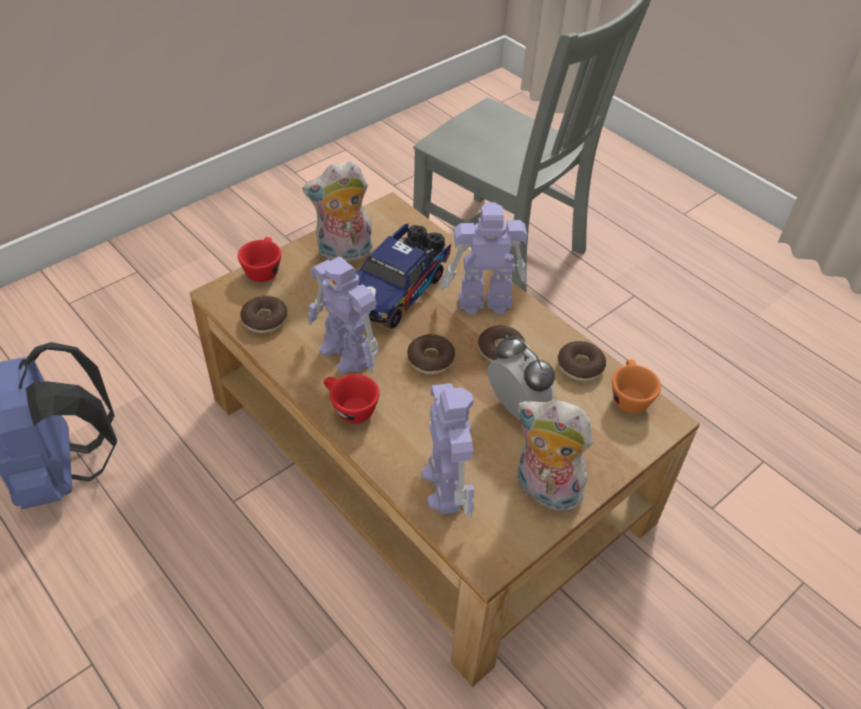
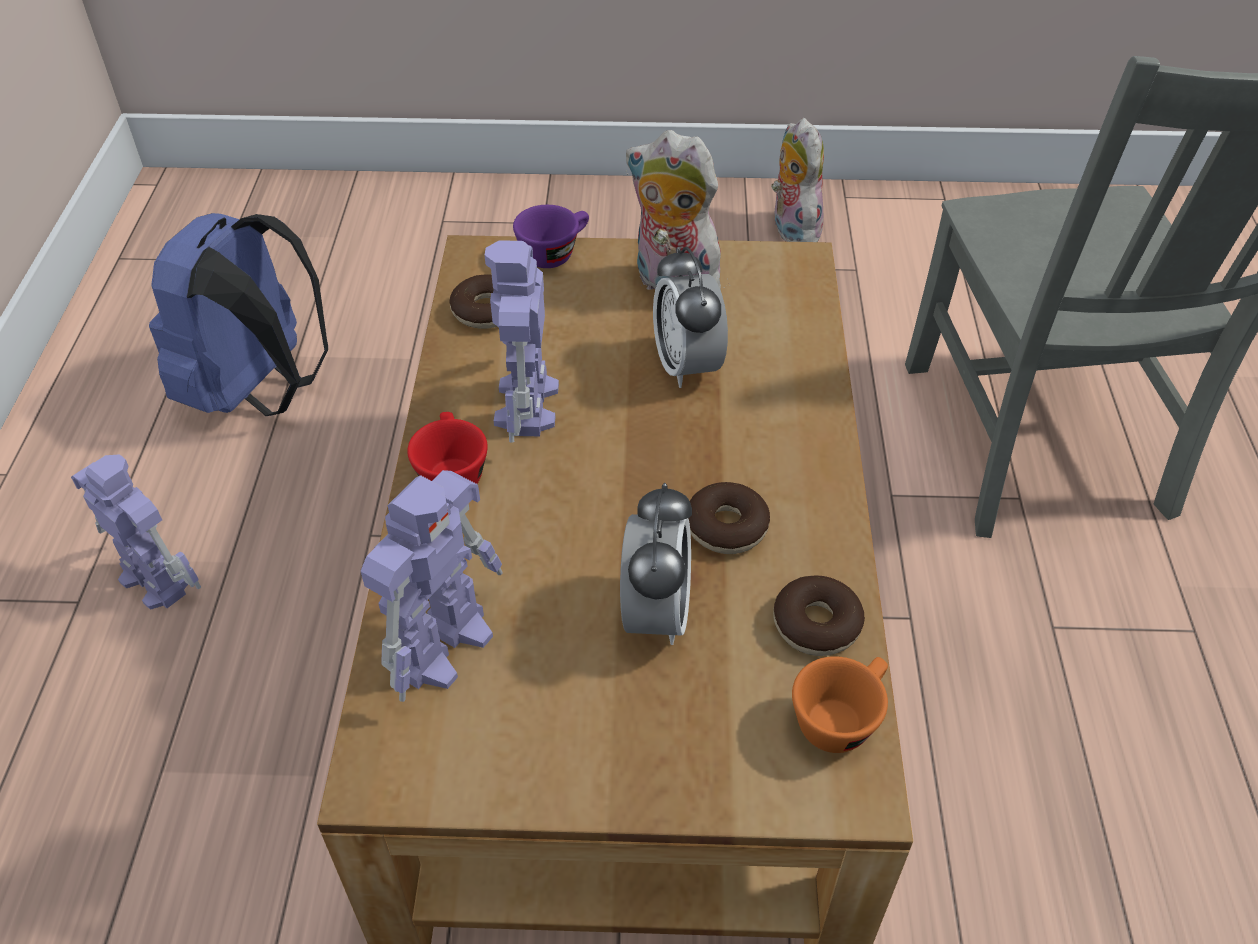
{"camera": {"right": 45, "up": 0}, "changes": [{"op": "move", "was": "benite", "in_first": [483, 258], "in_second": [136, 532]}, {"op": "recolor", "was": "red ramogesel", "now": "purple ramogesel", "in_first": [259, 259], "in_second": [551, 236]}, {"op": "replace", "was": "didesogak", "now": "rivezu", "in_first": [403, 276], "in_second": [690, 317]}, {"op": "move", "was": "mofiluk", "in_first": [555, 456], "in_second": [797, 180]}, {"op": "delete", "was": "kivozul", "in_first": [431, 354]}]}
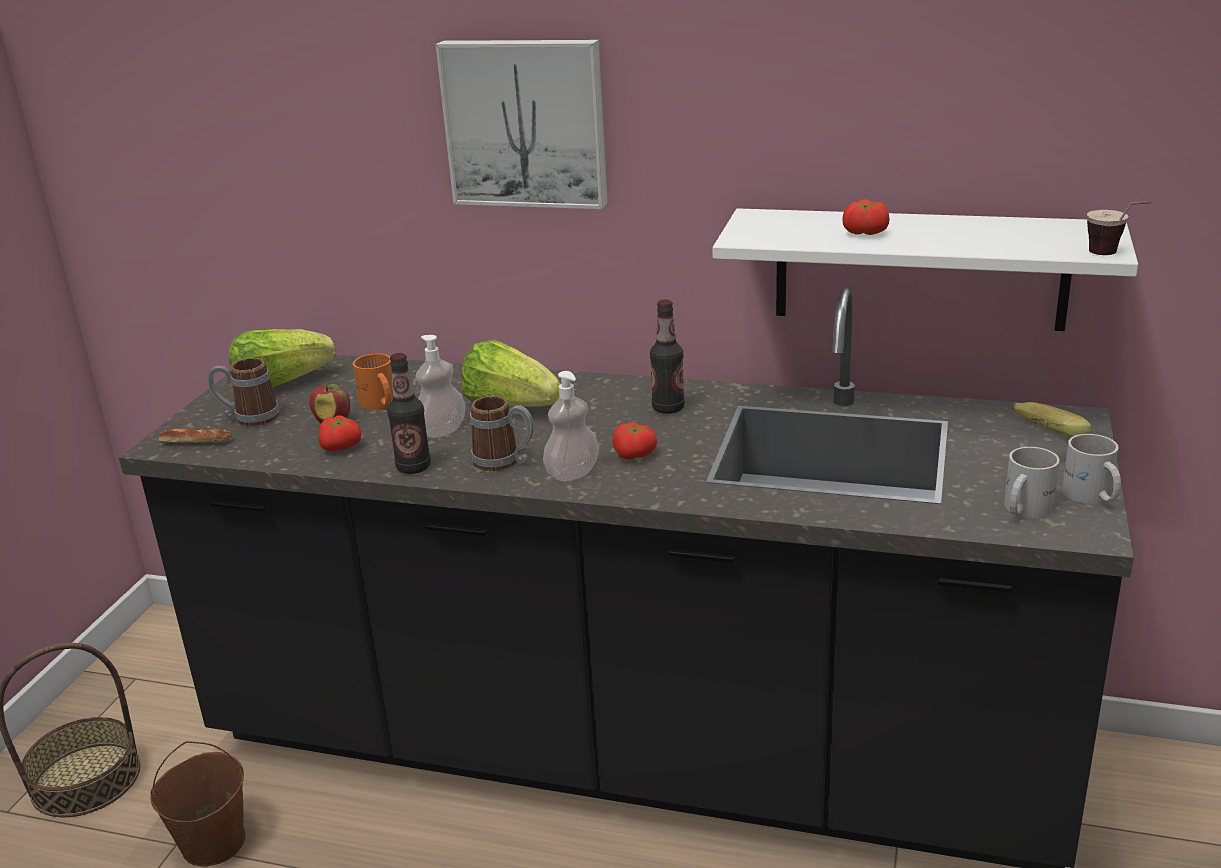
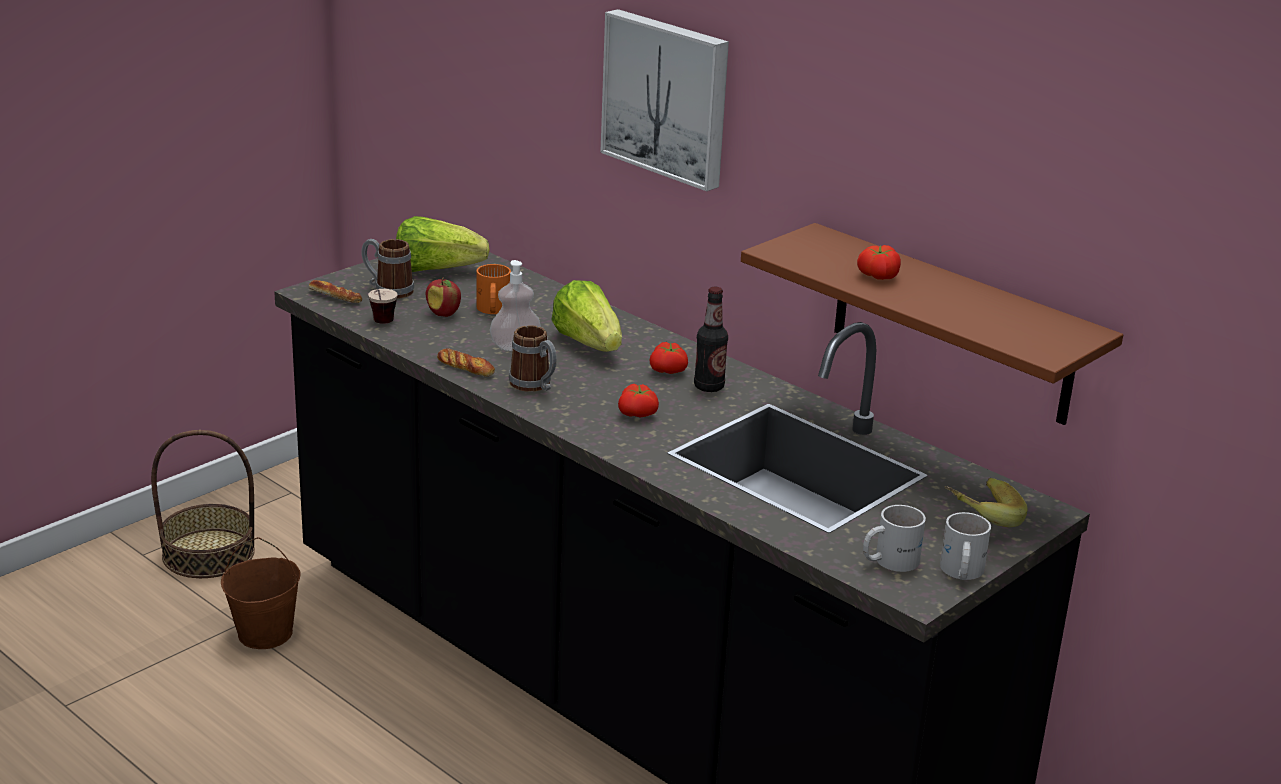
{"camera": {"right": 25, "up": 0}, "changes": [{"op": "move", "was": "ramogesel", "in_first": [1119, 228], "in_second": [383, 306]}, {"op": "replace", "was": "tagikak", "now": "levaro", "in_first": [409, 413], "in_second": [466, 363]}, {"op": "move", "was": "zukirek", "in_first": [339, 433], "in_second": [668, 358]}, {"op": "recolor", "was": "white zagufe", "now": "brown zagufe", "in_first": [925, 269], "in_second": [932, 324]}, {"op": "delete", "was": "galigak", "in_first": [571, 426]}]}
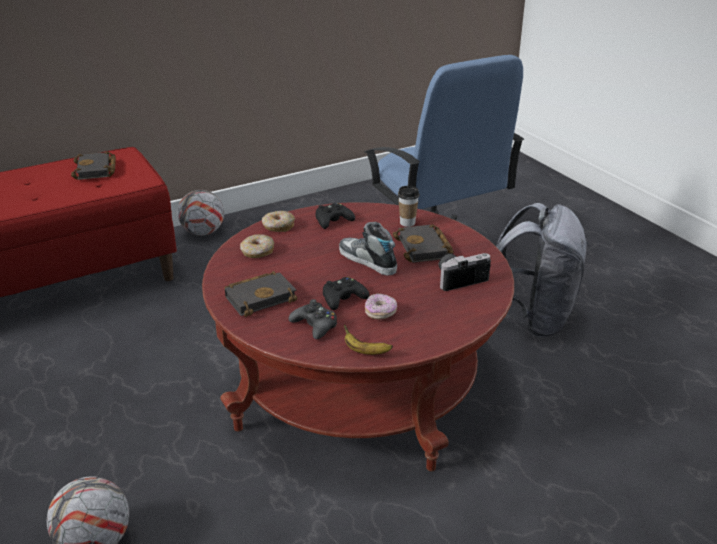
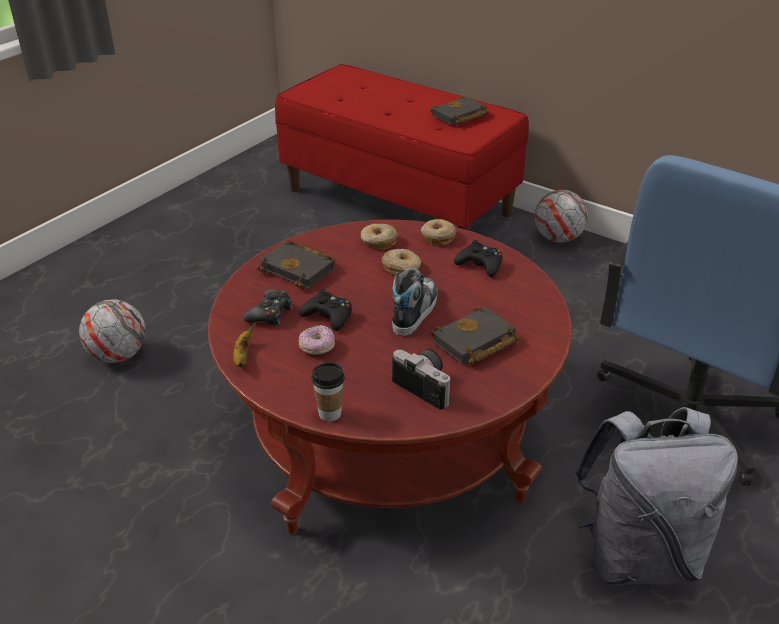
{"camera": {"right": 65, "up": 5}, "changes": [{"op": "move", "was": "ramogesel", "in_first": [408, 206], "in_second": [328, 391]}, {"op": "insert", "now": "kivozul", "in_second": [401, 262]}]}
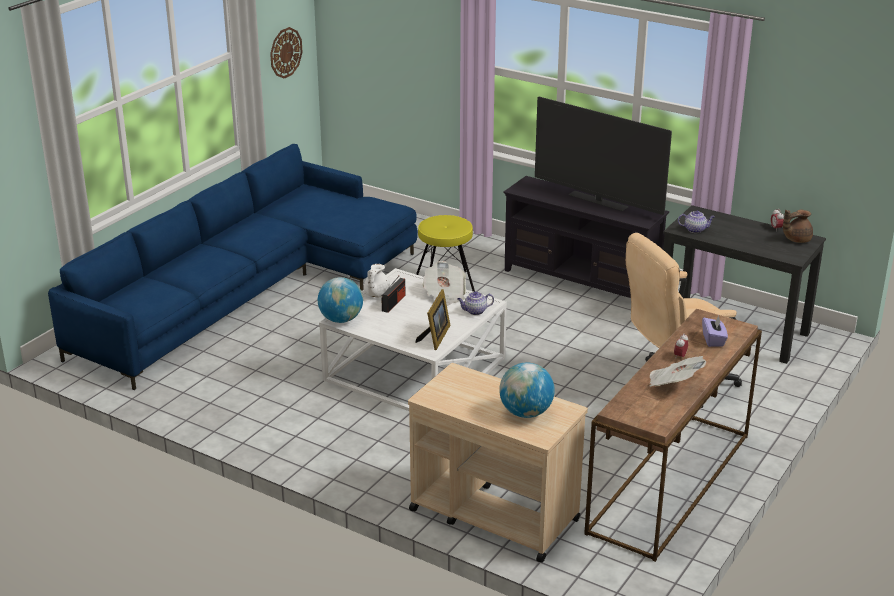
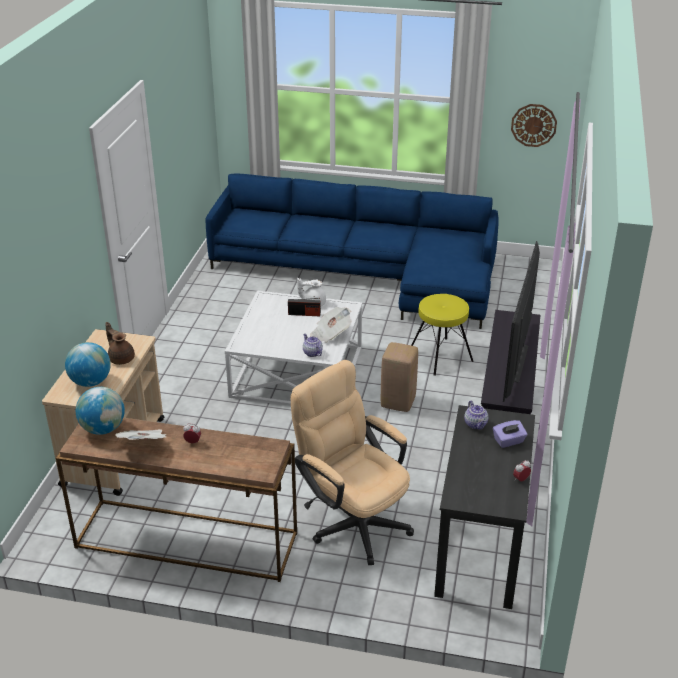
{"camera": {"right": 70, "up": 5}, "changes": [{"op": "move", "was": "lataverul", "in_first": [340, 300], "in_second": [100, 411]}, {"op": "move", "was": "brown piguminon", "in_first": [798, 226], "in_second": [120, 343]}, {"op": "insert", "now": "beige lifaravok", "in_second": [399, 377]}, {"op": "move", "was": "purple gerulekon", "in_first": [715, 331], "in_second": [510, 434]}, {"op": "delete", "was": "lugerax", "in_first": [432, 319]}]}
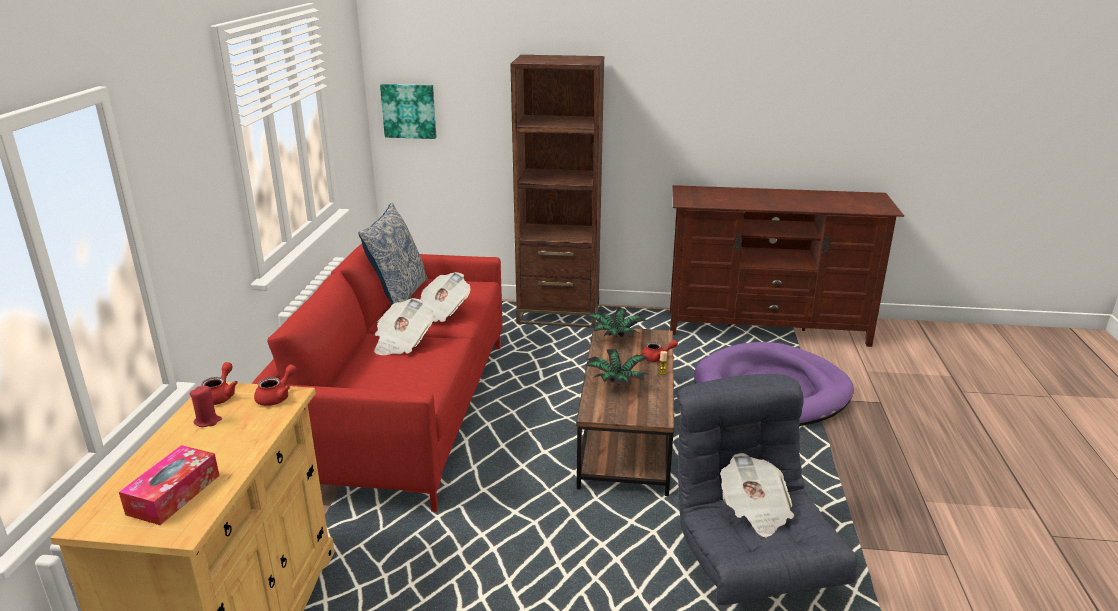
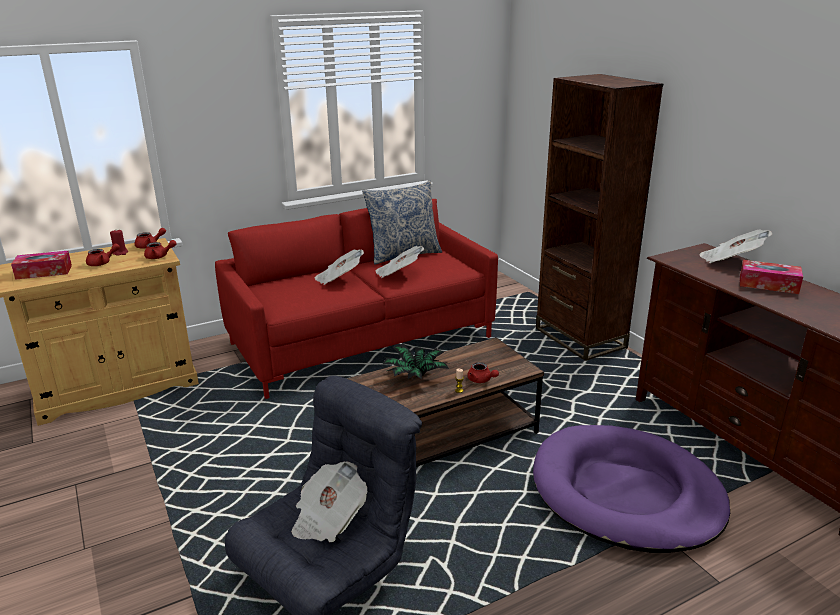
{"camera": {"right": 55, "up": 0}, "changes": [{"op": "insert", "now": "red piguminon", "in_second": [103, 254]}, {"op": "insert", "now": "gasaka", "in_second": [735, 246]}, {"op": "insert", "now": "gerulekon", "in_second": [771, 277]}, {"op": "delete", "was": "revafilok", "in_first": [408, 111]}, {"op": "delete", "was": "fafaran", "in_first": [617, 323]}]}
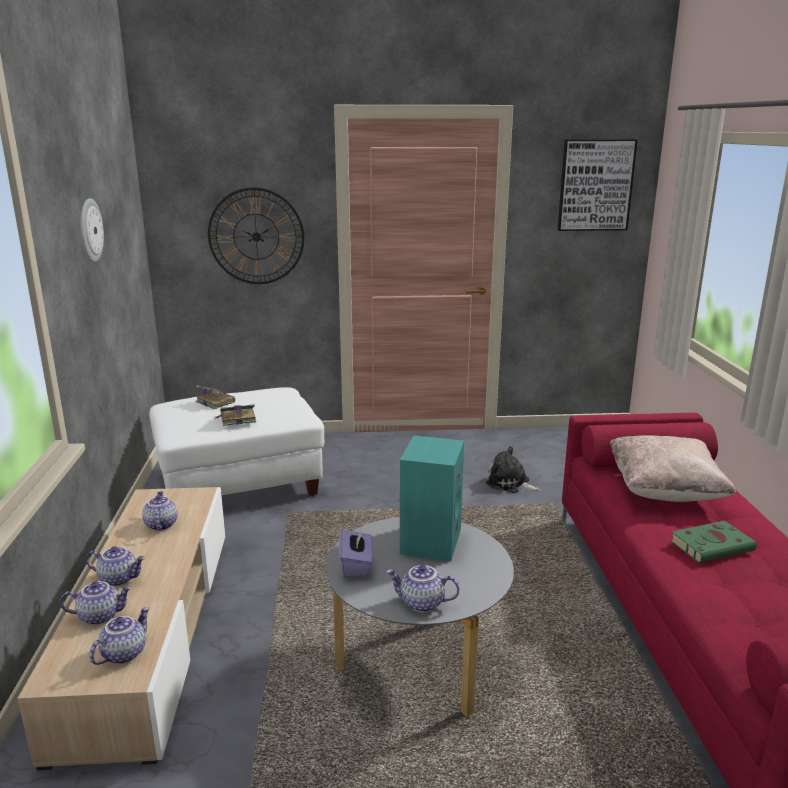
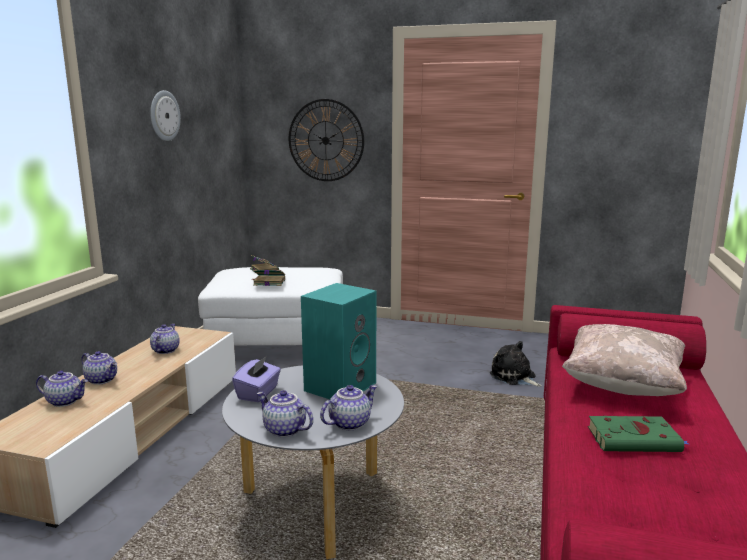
{"camera": {"right": 20, "up": -5}, "changes": [{"op": "move", "was": "piguminon", "in_first": [119, 636], "in_second": [348, 407]}, {"op": "delete", "was": "revafilok", "in_first": [598, 185]}]}
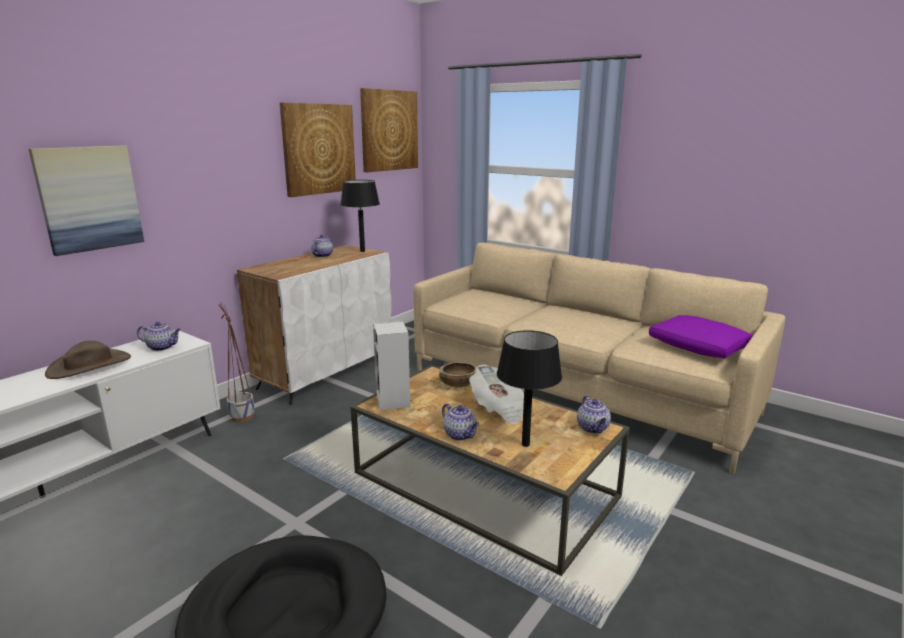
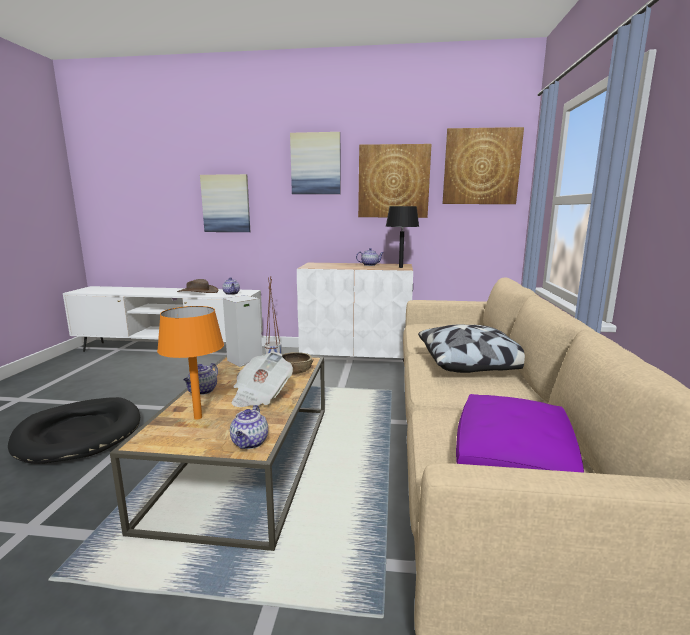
{"camera": {"right": 60, "up": -5}, "changes": [{"op": "recolor", "was": "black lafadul", "now": "orange lafadul", "in_first": [529, 388], "in_second": [190, 363]}, {"op": "rotate", "was": "piguminon", "in_first": [594, 414], "in_second": [249, 427], "clockwise": -45}, {"op": "insert", "now": "revafilok", "in_second": [315, 163]}, {"op": "insert", "now": "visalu", "in_second": [471, 349]}]}
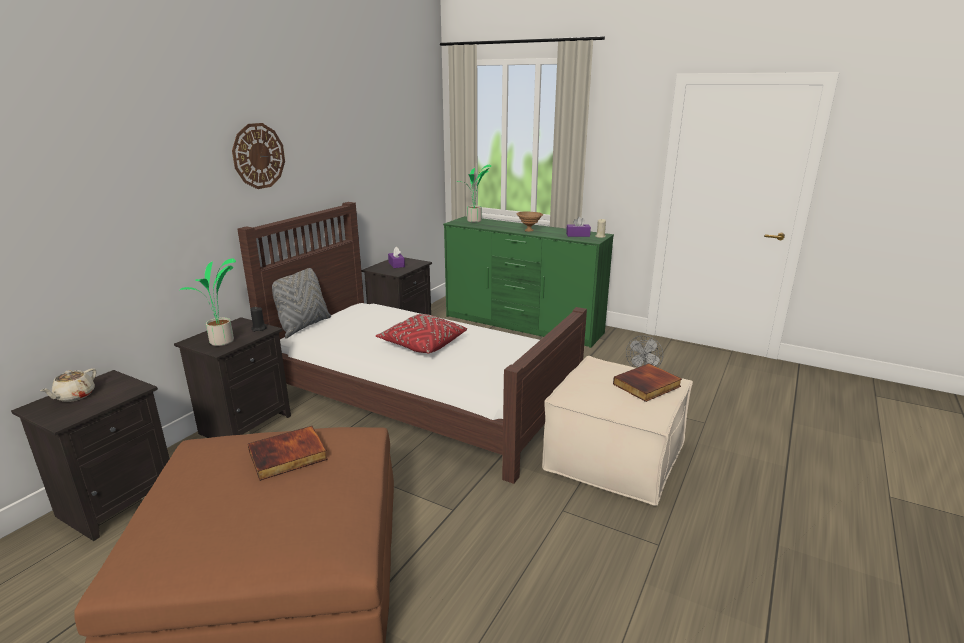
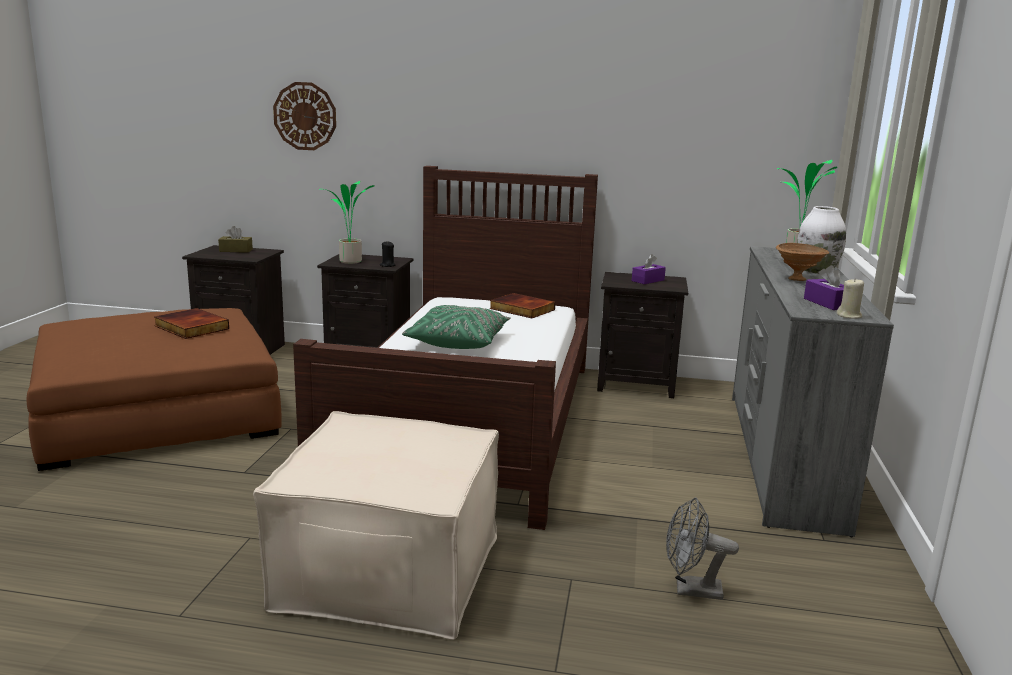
{"camera": {"right": 70, "up": -5}, "changes": [{"op": "replace", "was": "beige piguminon", "now": "brown gerulekon", "in_first": [68, 385], "in_second": [235, 239]}, {"op": "move", "was": "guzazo", "in_first": [258, 156], "in_second": [304, 116]}, {"op": "recolor", "was": "red visalu", "now": "green visalu", "in_first": [421, 334], "in_second": [456, 327]}, {"op": "move", "was": "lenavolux", "in_first": [647, 382], "in_second": [522, 305]}, {"op": "recolor", "was": "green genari", "now": "grey genari", "in_first": [528, 282], "in_second": [813, 391]}, {"op": "insert", "now": "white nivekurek", "in_second": [821, 240]}, {"op": "delete", "was": "grey visalu", "in_first": [301, 303]}]}
